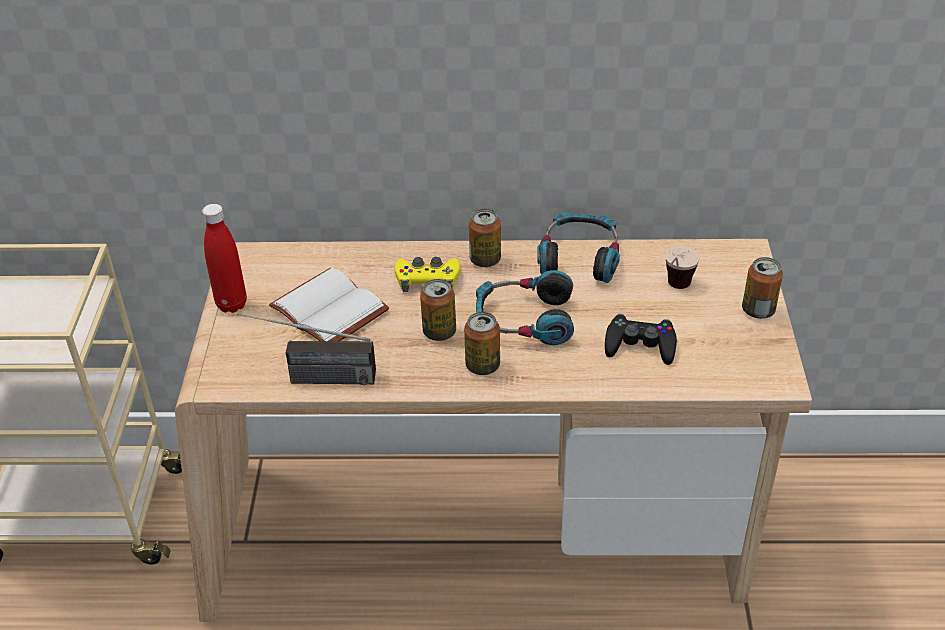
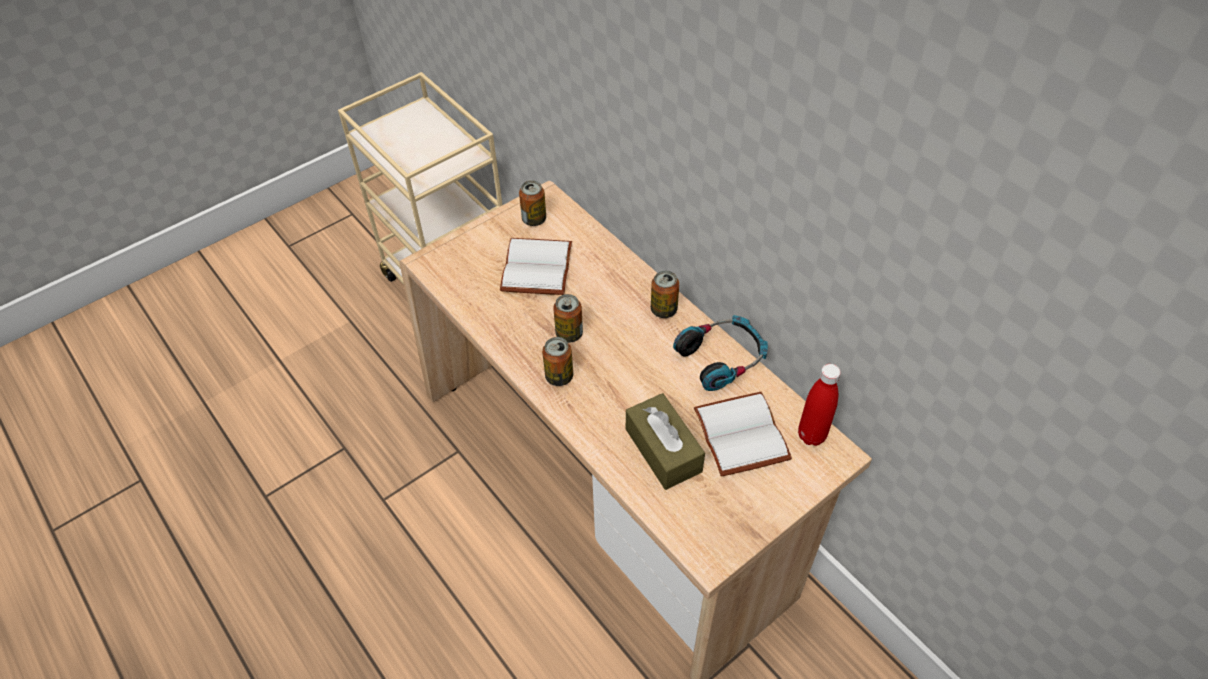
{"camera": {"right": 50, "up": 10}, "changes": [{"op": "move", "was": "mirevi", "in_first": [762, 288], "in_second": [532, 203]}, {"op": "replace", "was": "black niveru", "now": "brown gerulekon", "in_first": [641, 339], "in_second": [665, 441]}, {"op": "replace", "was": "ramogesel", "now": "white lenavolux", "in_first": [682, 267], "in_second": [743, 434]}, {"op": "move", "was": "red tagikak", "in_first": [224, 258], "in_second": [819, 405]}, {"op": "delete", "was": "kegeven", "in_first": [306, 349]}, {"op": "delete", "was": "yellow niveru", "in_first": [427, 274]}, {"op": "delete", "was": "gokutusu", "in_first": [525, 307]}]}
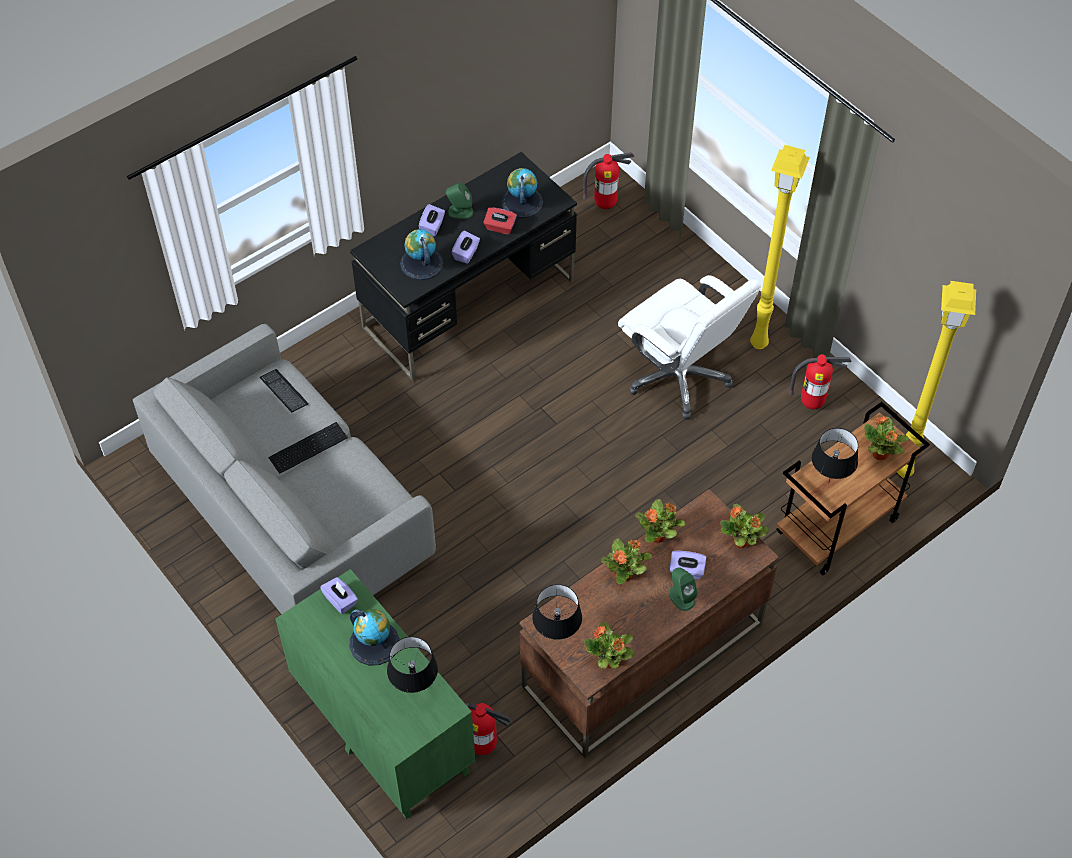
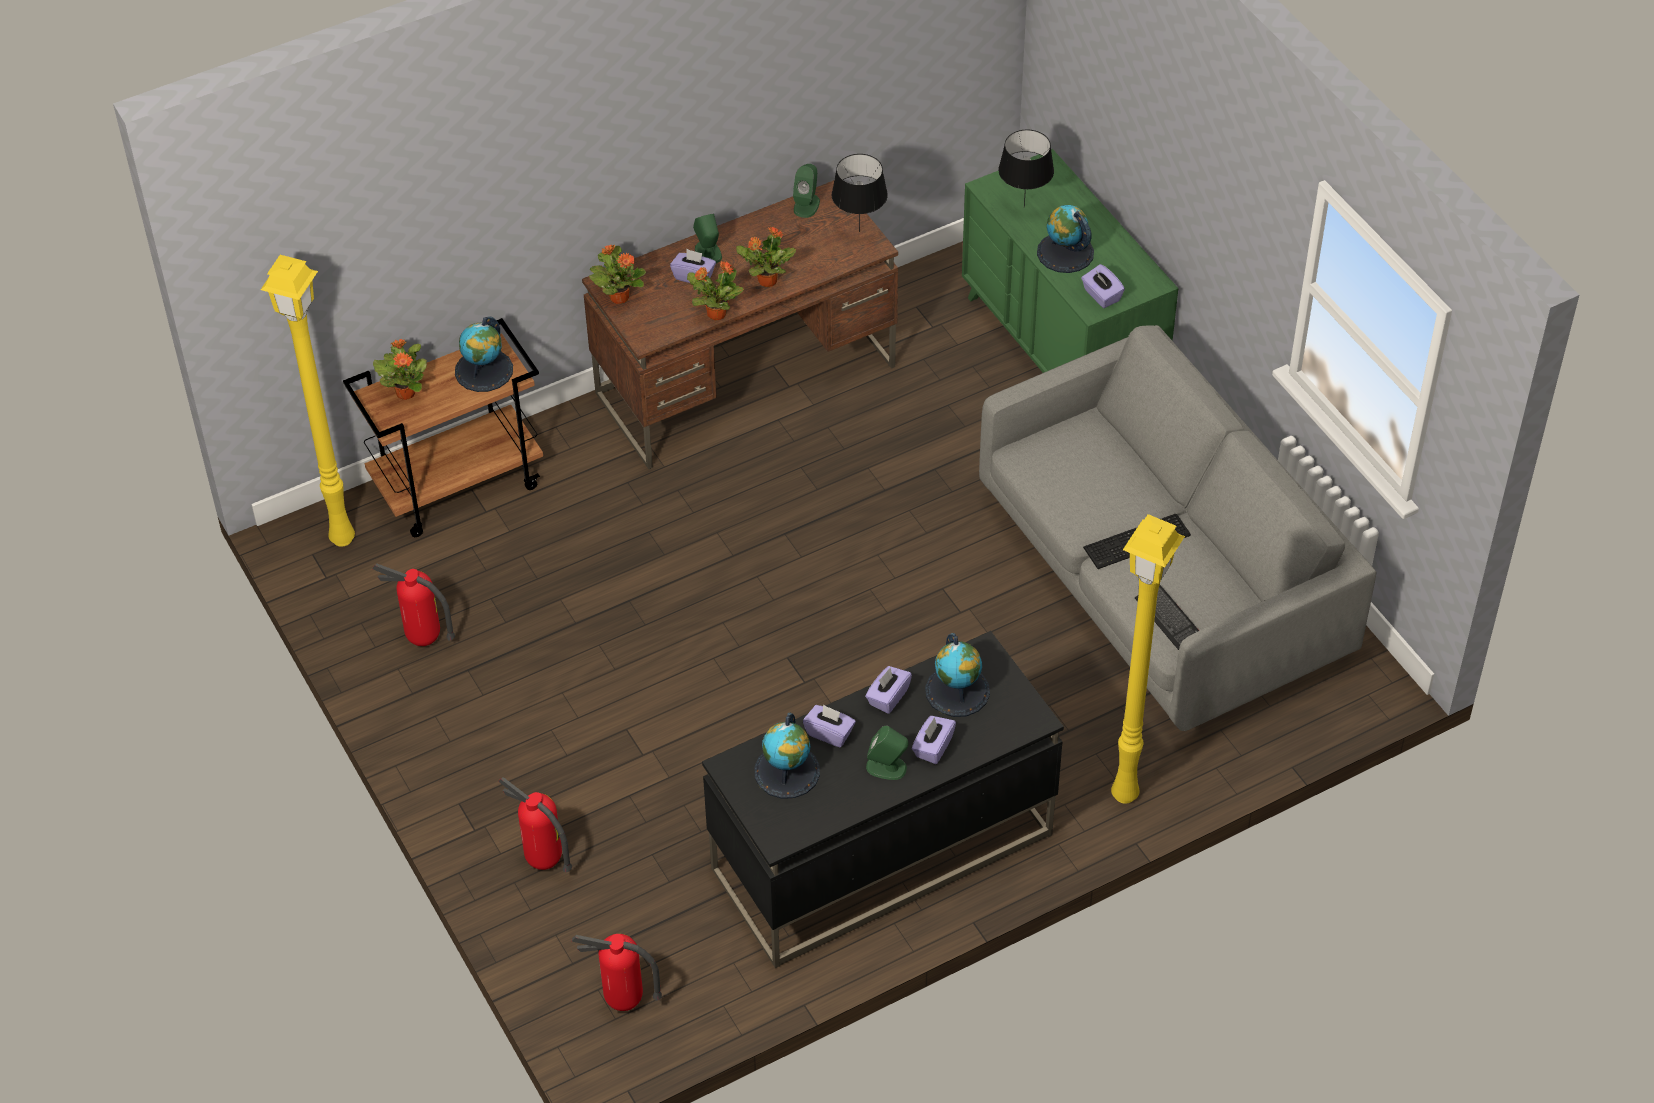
{"camera": {"right": -170, "up": -5}, "changes": [{"op": "replace", "was": "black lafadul", "now": "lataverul", "in_first": [835, 454], "in_second": [484, 354]}, {"op": "move", "was": "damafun", "in_first": [488, 729], "in_second": [535, 824]}, {"op": "replace", "was": "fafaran", "now": "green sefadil", "in_first": [609, 645], "in_second": [806, 191]}, {"op": "recolor", "was": "red gerulekon", "now": "purple gerulekon", "in_first": [500, 221], "in_second": [829, 725]}, {"op": "move", "was": "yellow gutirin", "in_first": [780, 247], "in_second": [1148, 659]}, {"op": "delete", "was": "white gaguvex", "in_first": [689, 347]}]}
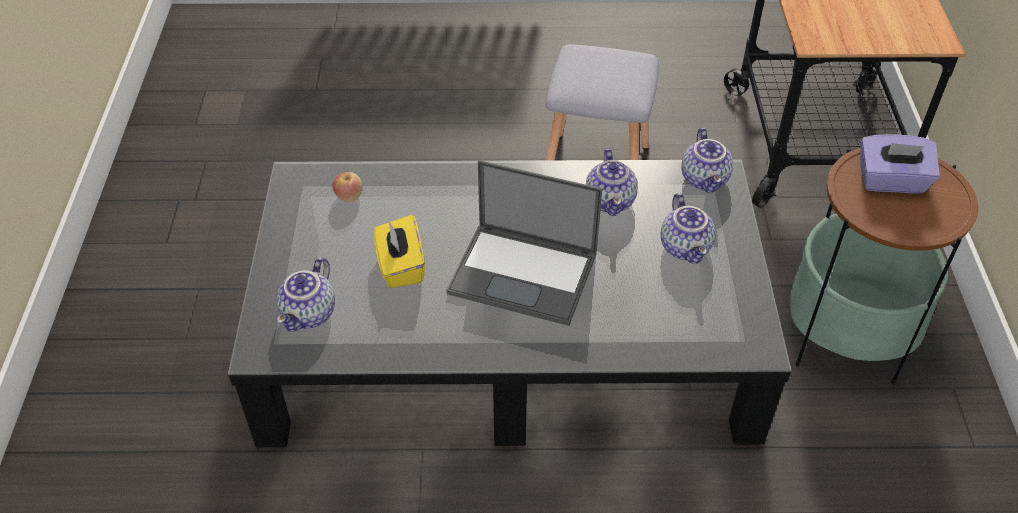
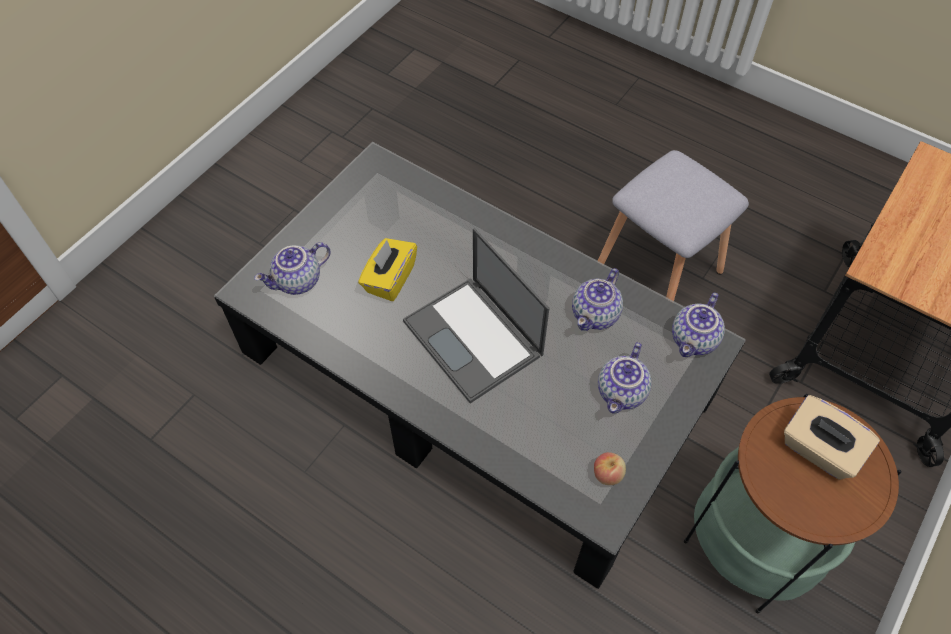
{"camera": {"right": 35, "up": 10}, "changes": [{"op": "move", "was": "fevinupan", "in_first": [347, 187], "in_second": [610, 468]}, {"op": "recolor", "was": "purple gerulekon", "now": "beige gerulekon", "in_first": [900, 164], "in_second": [832, 437]}]}
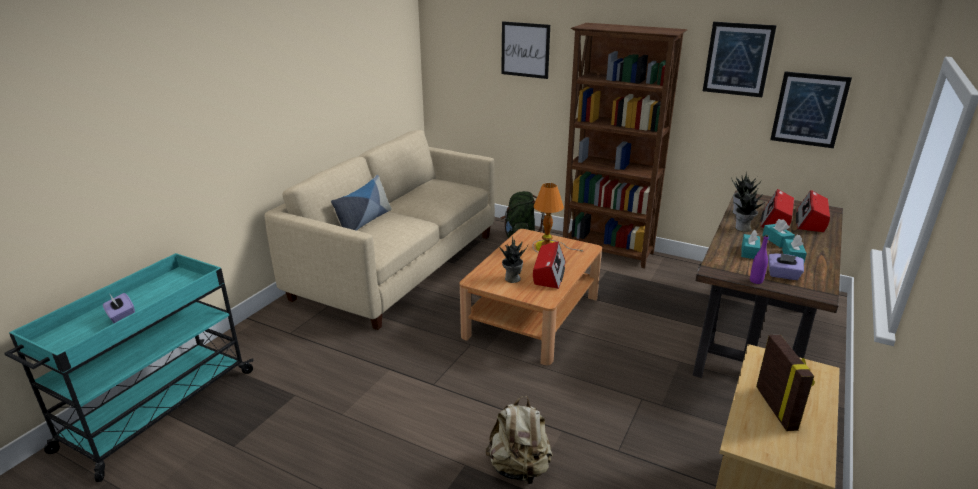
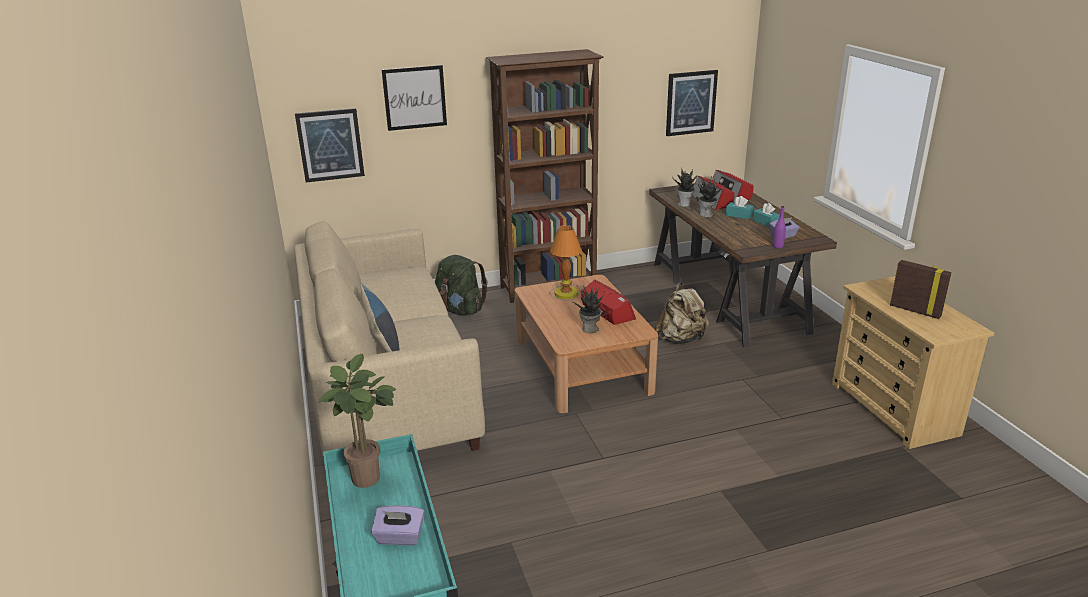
{"camera": {"right": -45, "up": 0}, "changes": [{"op": "move", "was": "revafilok", "in_first": [740, 59], "in_second": [330, 145]}, {"op": "insert", "now": "fafaran", "in_second": [357, 420]}, {"op": "move", "was": "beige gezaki", "in_first": [519, 440], "in_second": [682, 313]}, {"op": "delete", "was": "turquoise gerulekon", "in_first": [750, 244]}]}
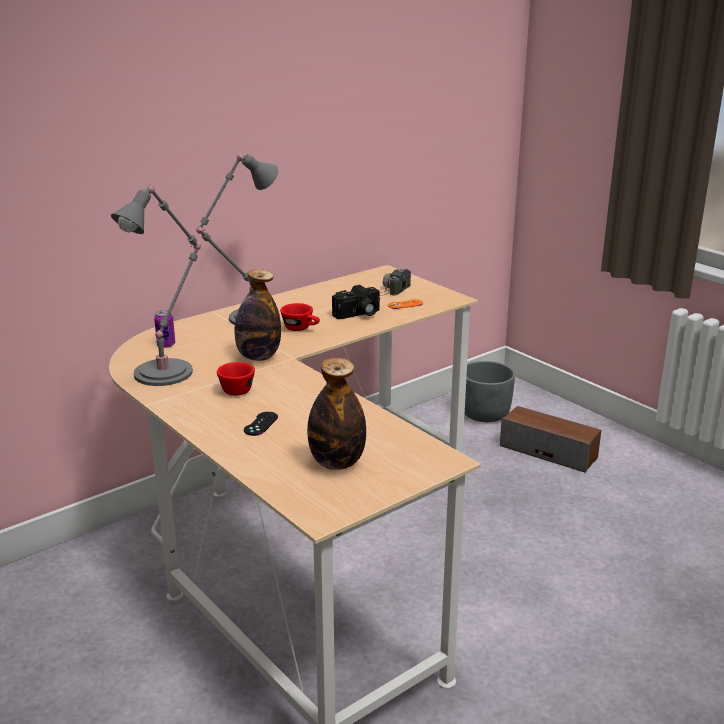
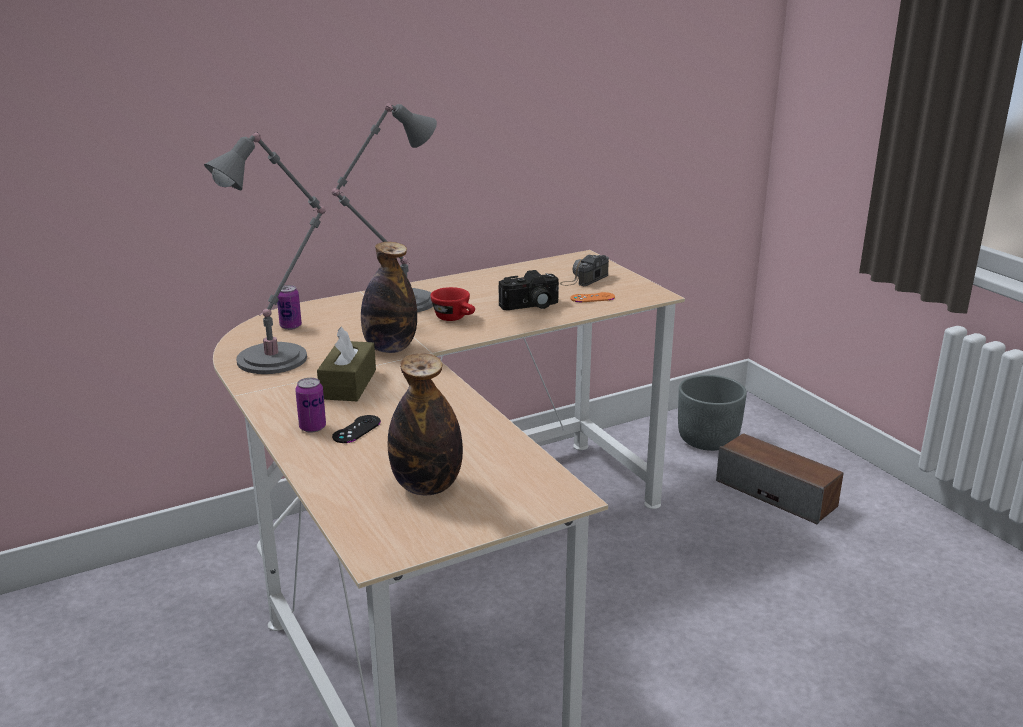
{"camera": {"right": 10, "up": 0}, "changes": [{"op": "insert", "now": "mirevi", "in_second": [310, 405]}, {"op": "replace", "was": "red ramogesel", "now": "brown gerulekon", "in_first": [236, 379], "in_second": [346, 363]}]}
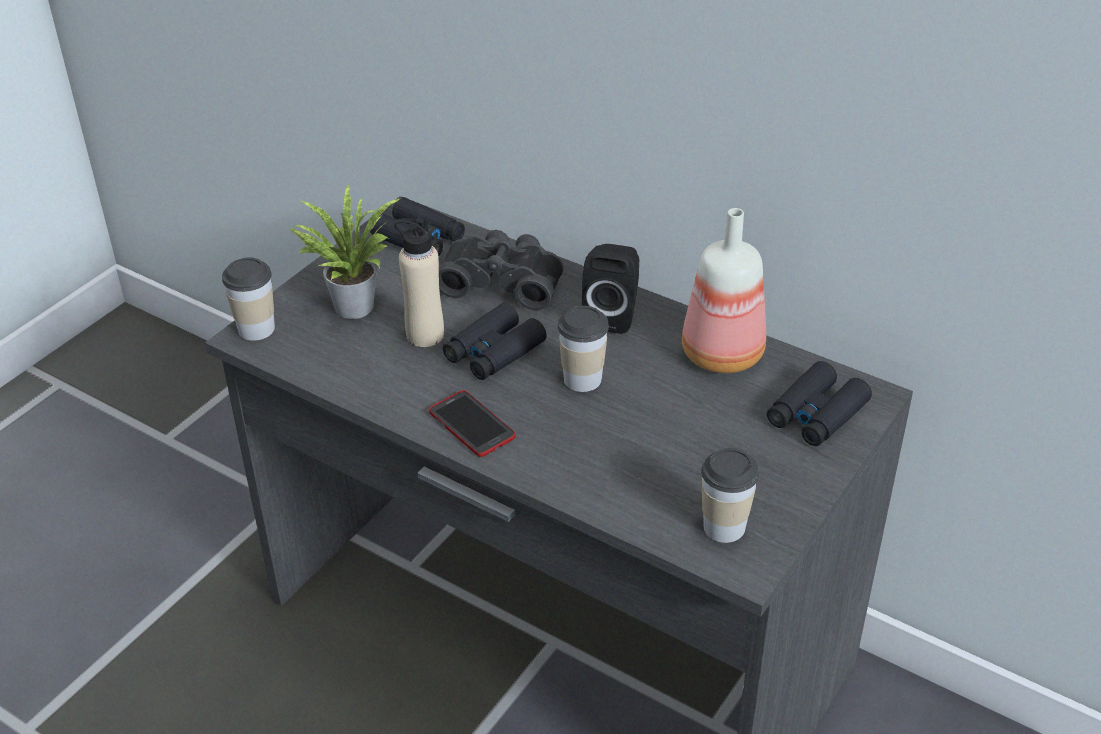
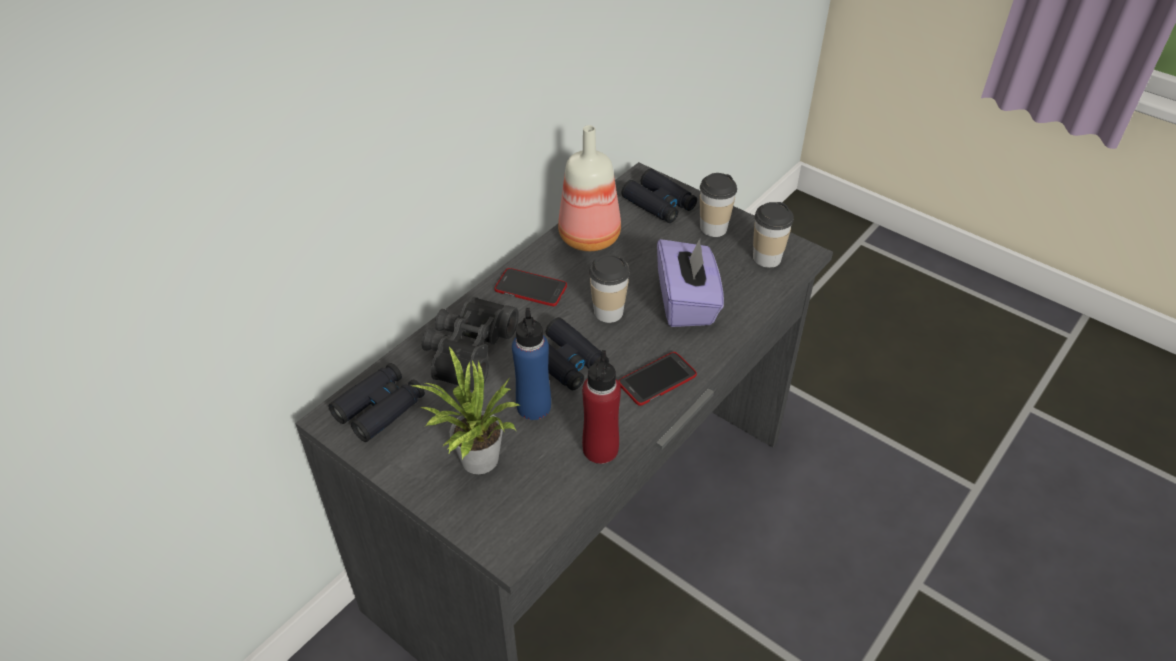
{"camera": {"right": -85, "up": 5}, "changes": [{"op": "replace", "was": "black sefadil", "now": "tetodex", "in_first": [610, 289], "in_second": [531, 287]}, {"op": "recolor", "was": "beige tagikak", "now": "blue tagikak", "in_first": [419, 282], "in_second": [531, 364]}, {"op": "insert", "now": "red tagikak", "in_second": [601, 407]}, {"op": "insert", "now": "purple gerulekon", "in_second": [690, 282]}, {"op": "move", "was": "ramogesel", "in_first": [248, 299], "in_second": [718, 205]}]}
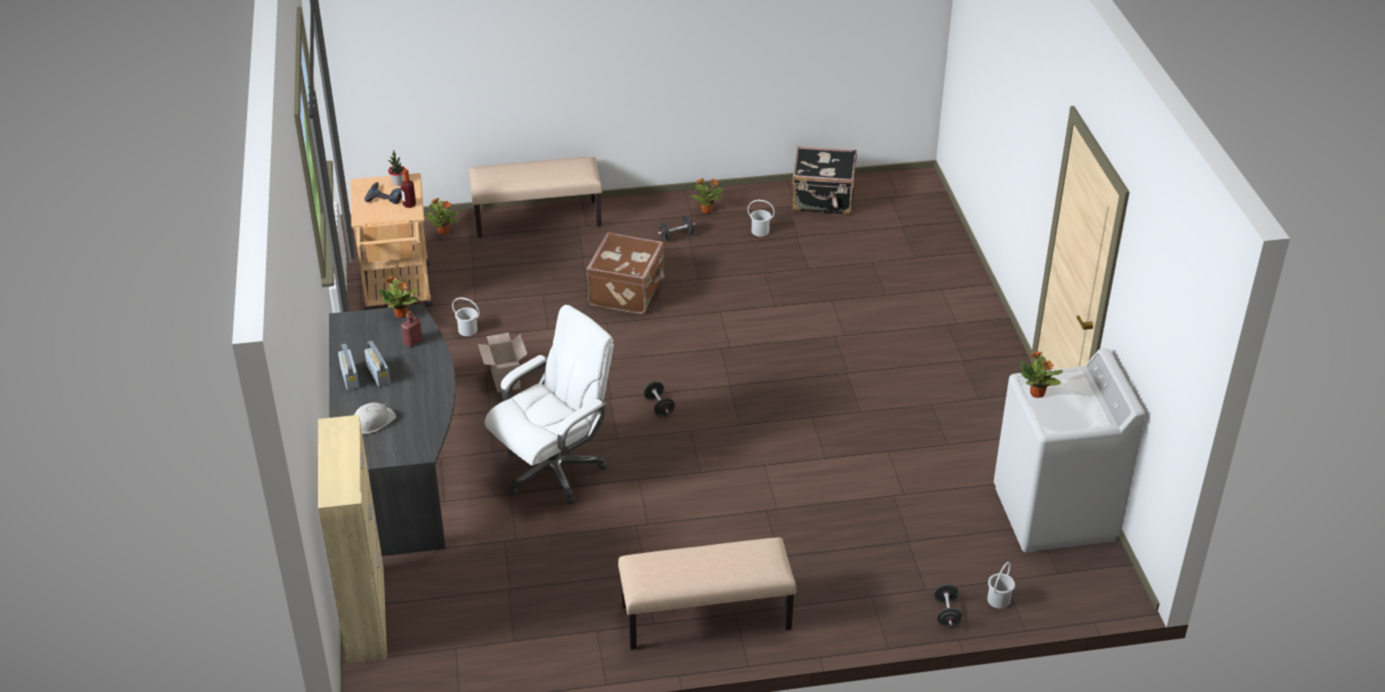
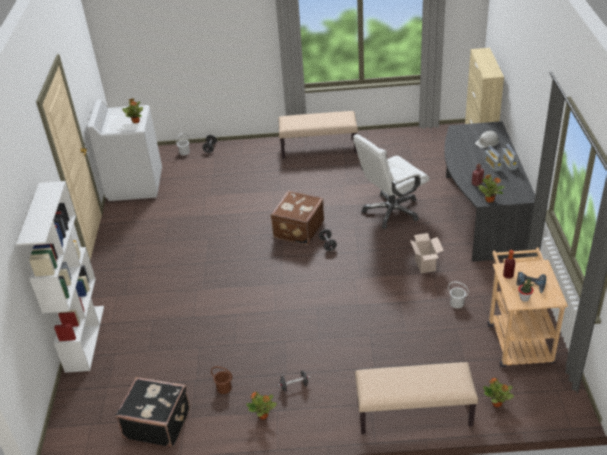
{"camera": {"right": -170, "up": 0}, "changes": [{"op": "insert", "now": "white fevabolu", "in_second": [60, 277]}, {"op": "recolor", "was": "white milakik", "now": "brown milakik", "in_first": [761, 218], "in_second": [221, 380]}, {"op": "move", "was": "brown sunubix", "in_first": [625, 273], "in_second": [297, 217]}]}
